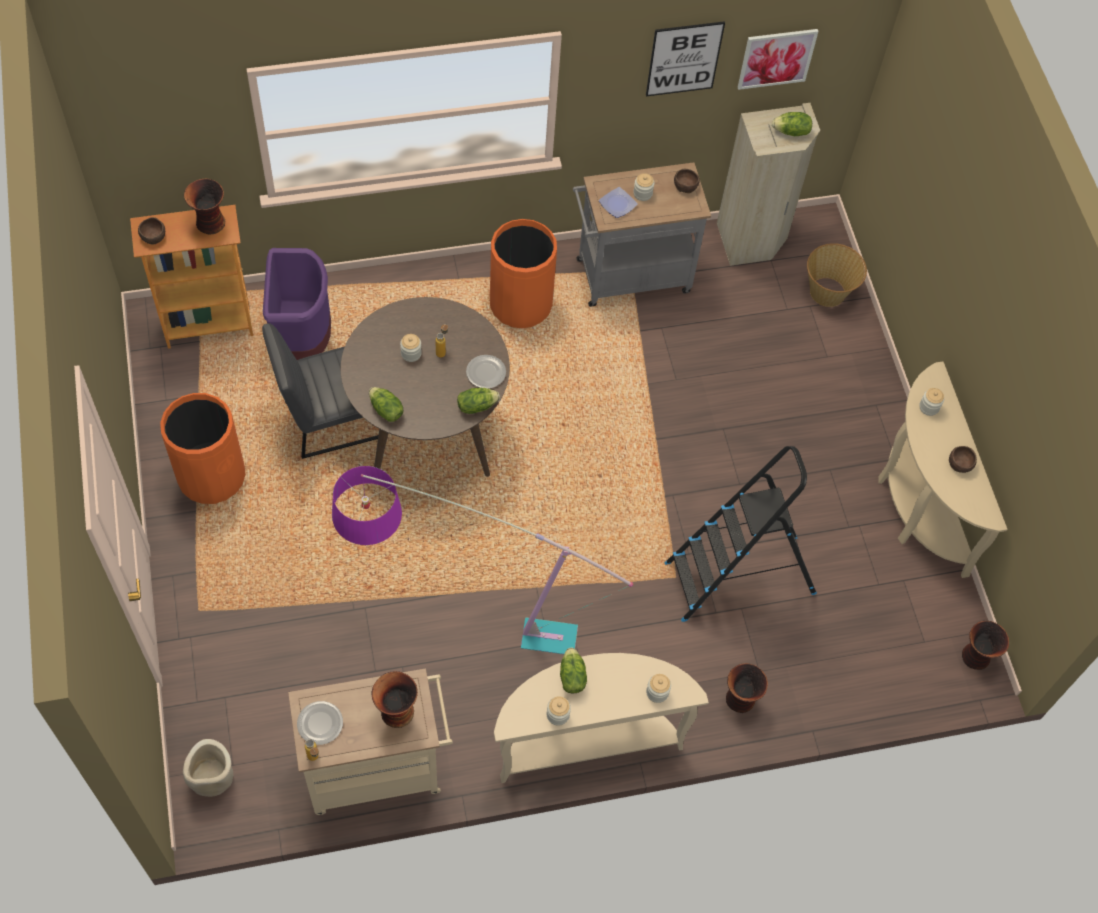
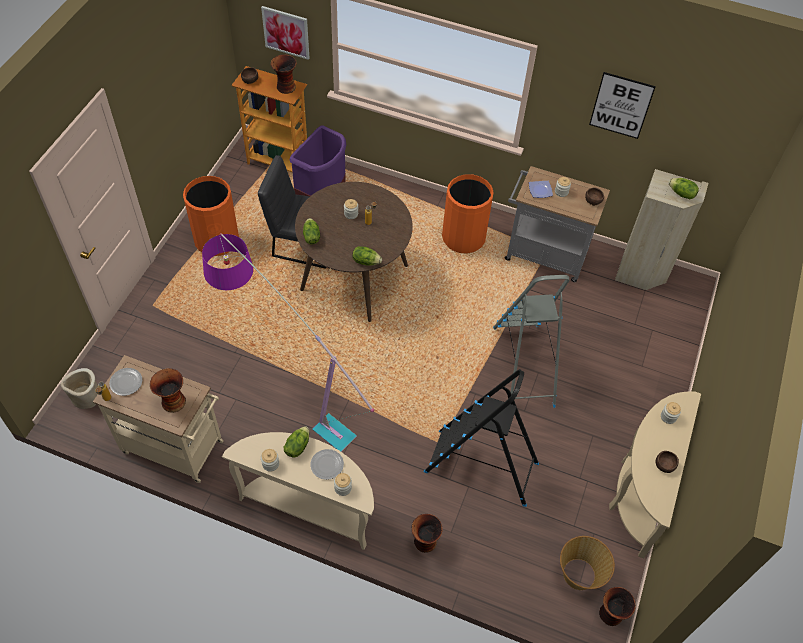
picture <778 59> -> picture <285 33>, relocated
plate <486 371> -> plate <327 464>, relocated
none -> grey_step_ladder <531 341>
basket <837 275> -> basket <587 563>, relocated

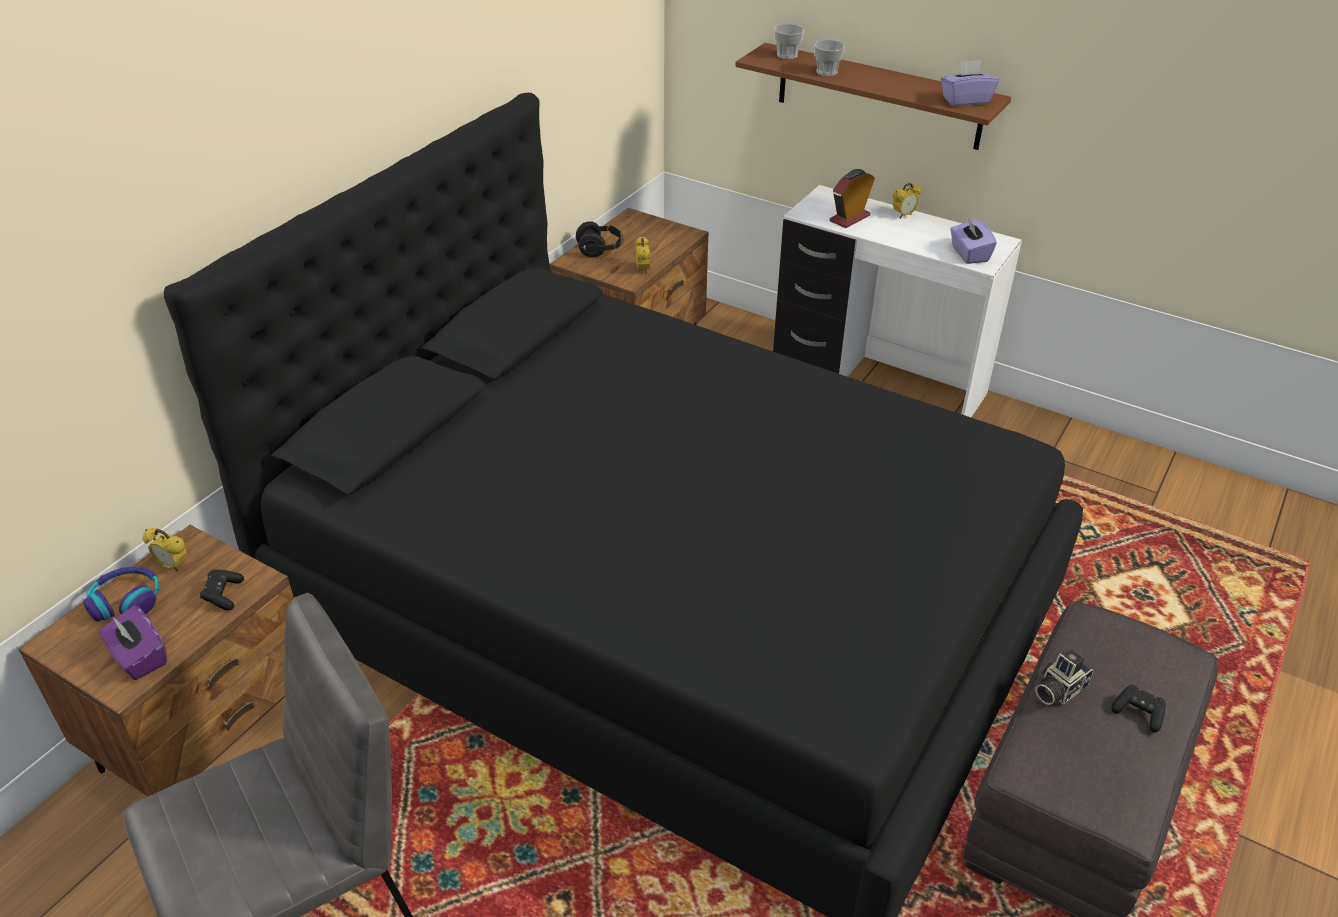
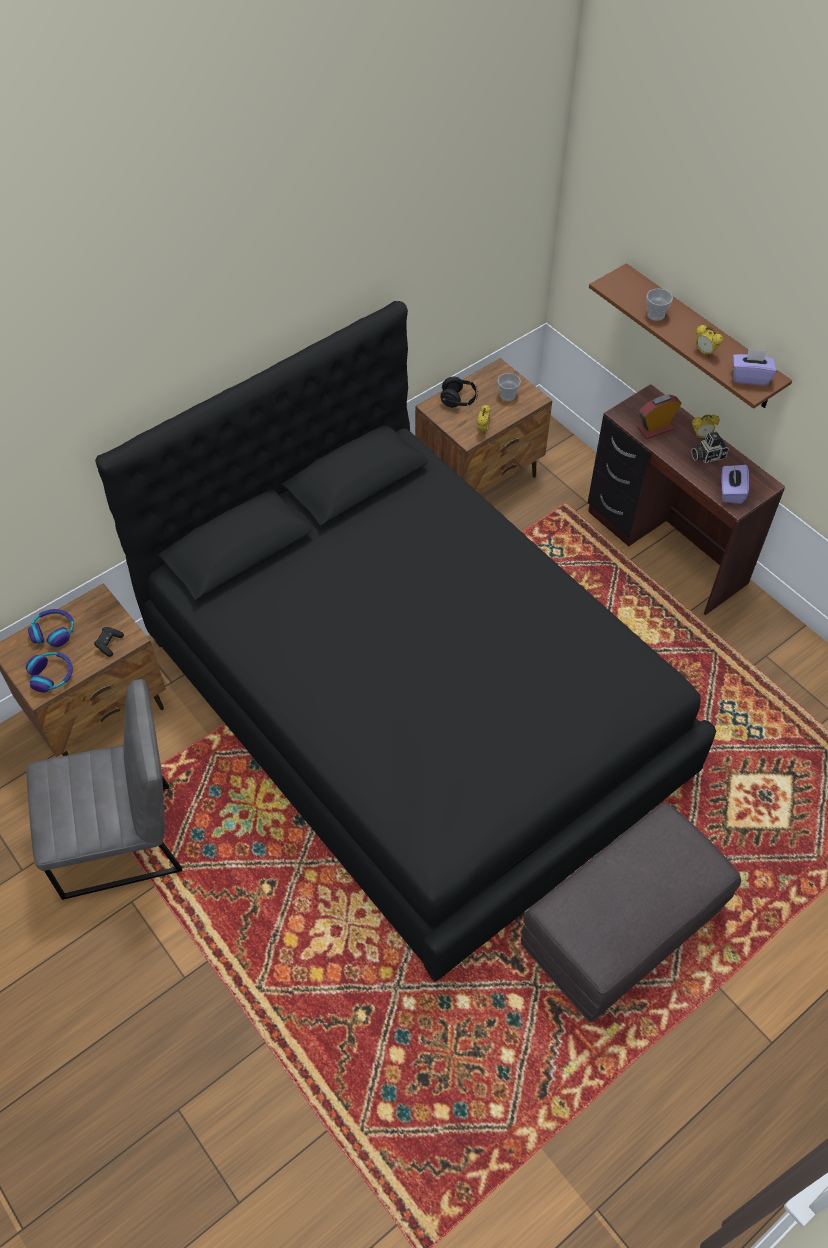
purple_tissue_box <133 642> -> headphones <49 672>
cup <789 41> -> cup <509 387>, relocated
white_desk <897 301> -> brown_desk <686 499>
photo_camera <1064 677> -> photo_camera <710 447>, relocated
alarm_clock <165 550> -> alarm_clock <709 341>, relocated
black_game_controller <1138 708> -> none

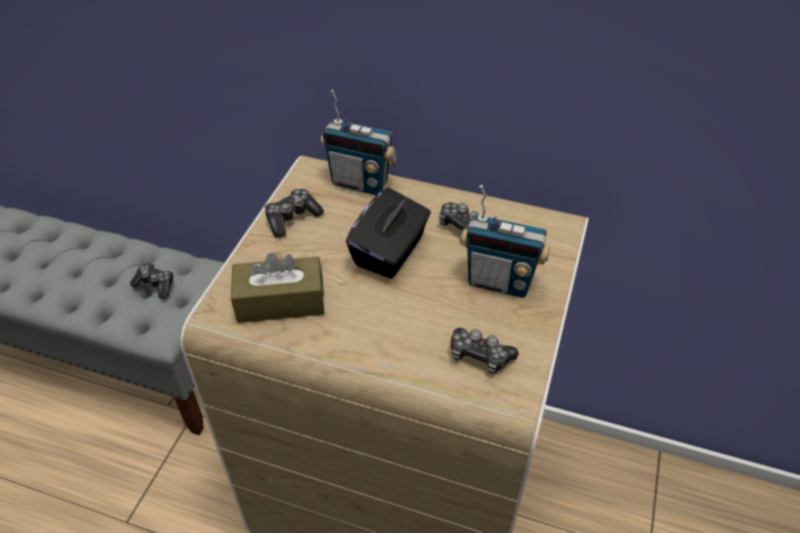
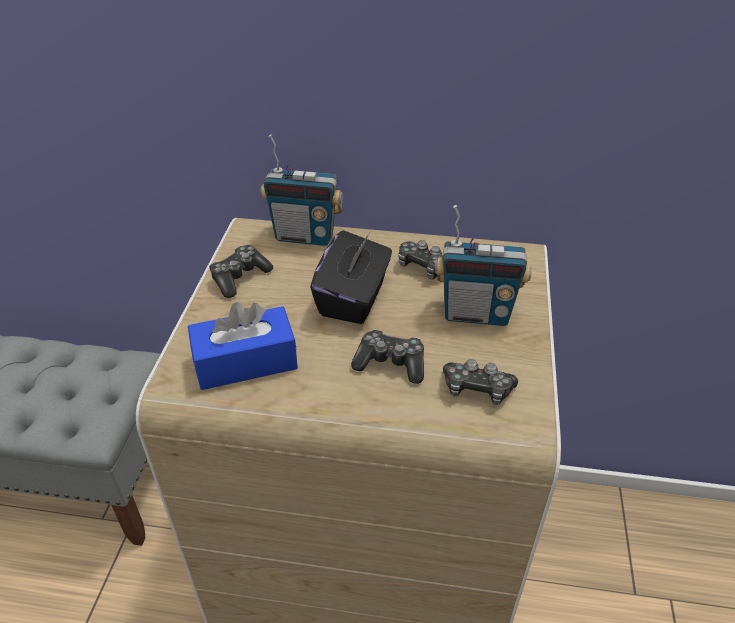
brown_tissue_box <278 288> -> blue_tissue_box <243 346>
game_controller <151 281> -> game_controller <387 356>, relocated

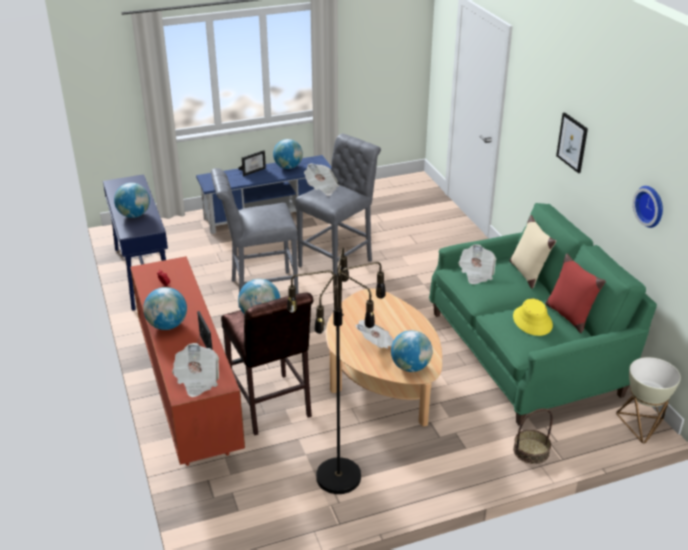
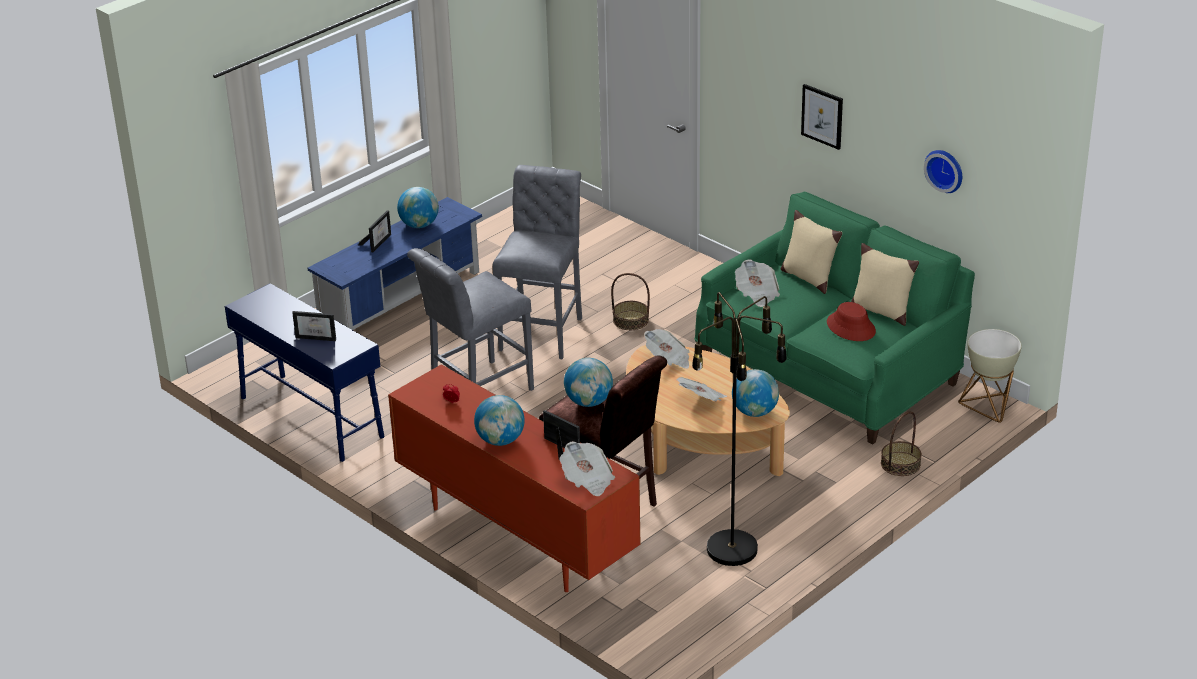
globe <132 200> -> picture_frame <314 326>
none -> basket <630 301>
newspaper <322 179> -> newspaper <667 349>, relocated
yellow_hat <533 317> -> red_hat <851 321>
red_pillow <575 293> -> beige_pillow <885 284>

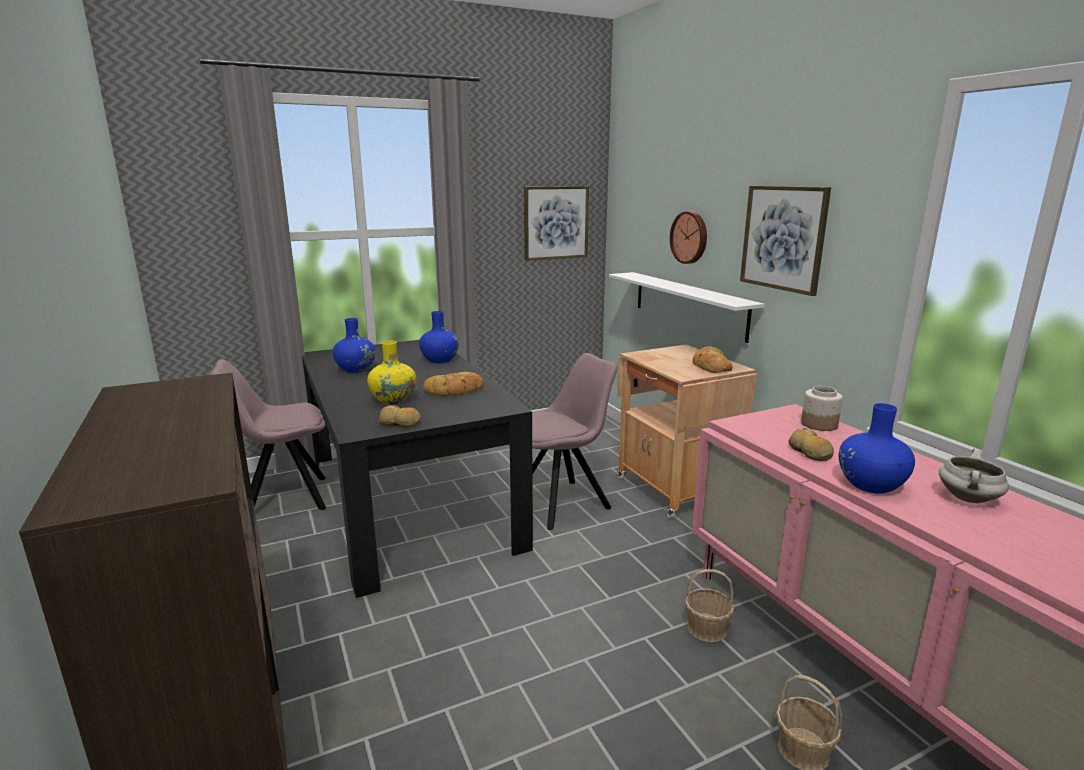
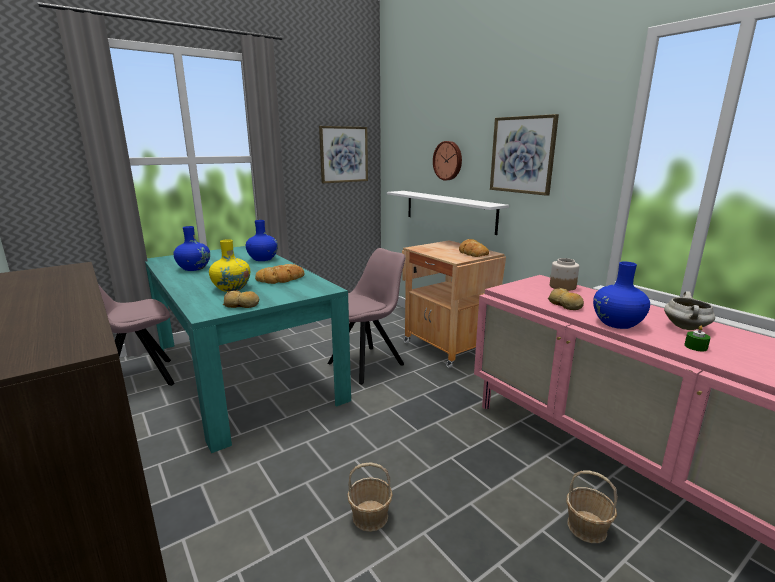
black_dining_table <417 469> -> turquoise_dining_table <248 349>
basket <709 605> -> basket <370 497>, relocated
none -> green_candle <697 338>

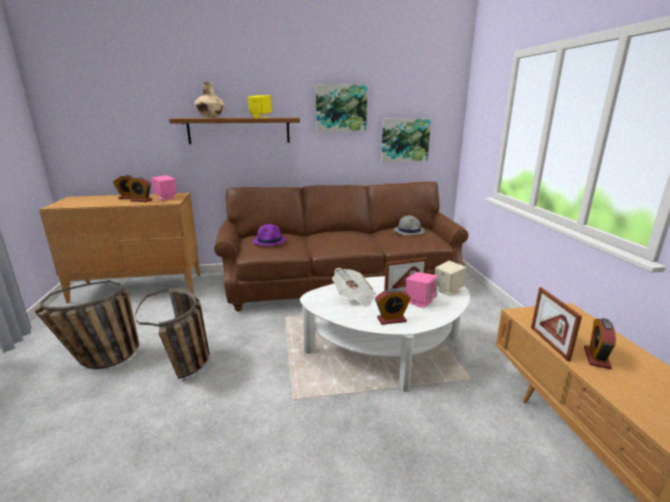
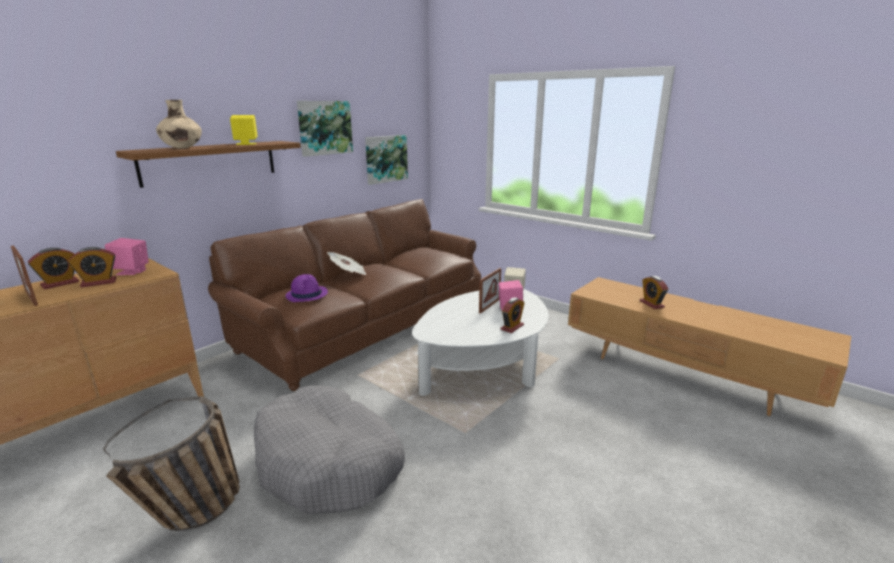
picture_frame <556 324> -> picture_frame <24 276>, relocated
basket <172 333> -> grey_dog_bed <329 450>
newspaper <354 287> -> newspaper <346 263>, relocated
grey_hat <409 225> -> none

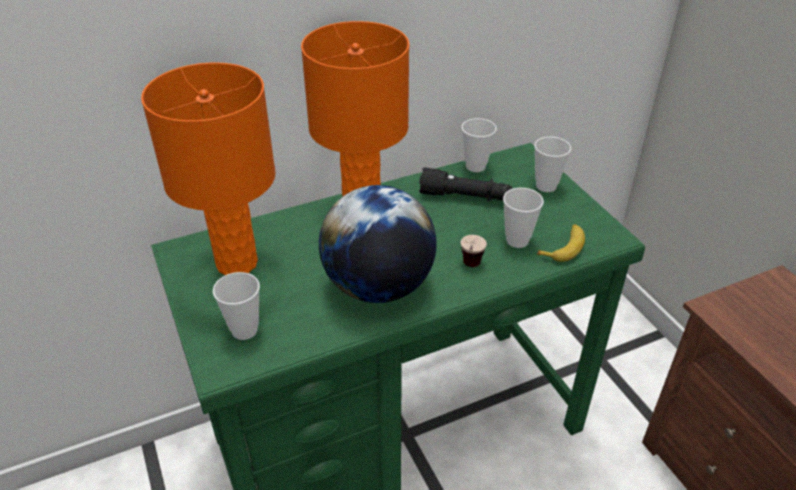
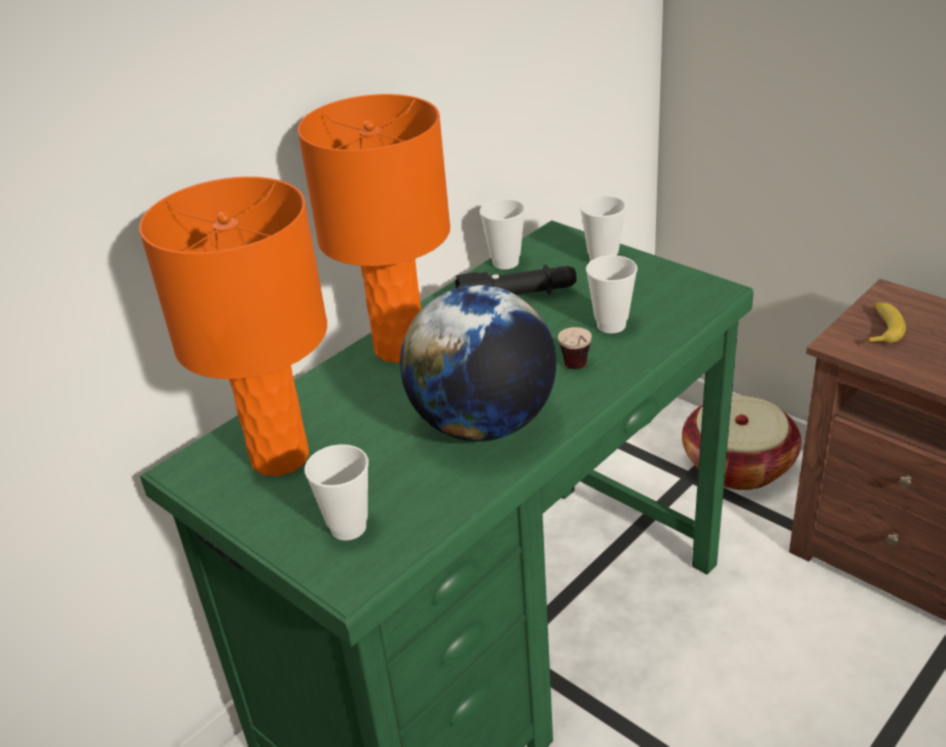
none -> basket <741 443>
banana <561 243> -> banana <886 323>, relocated

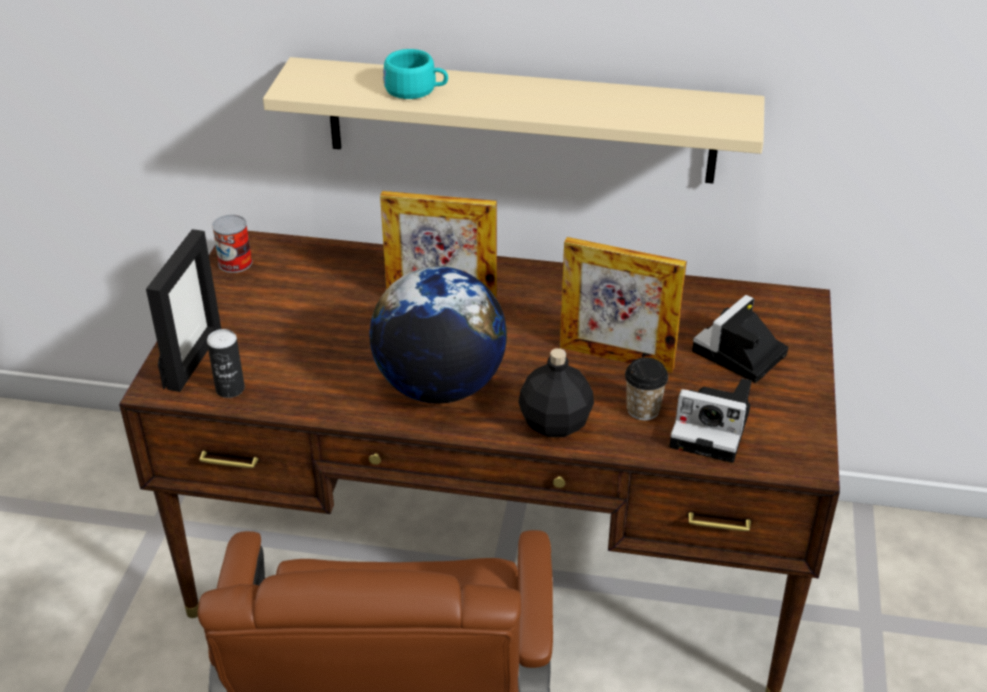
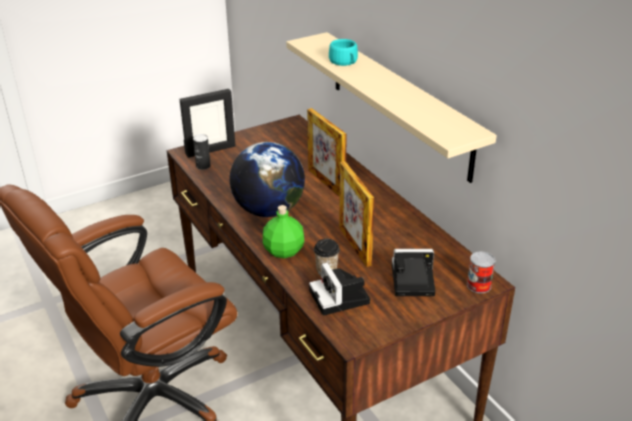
black_bottle <556 392> -> green_bottle <283 231>
can <232 244> -> can <481 272>, relocated

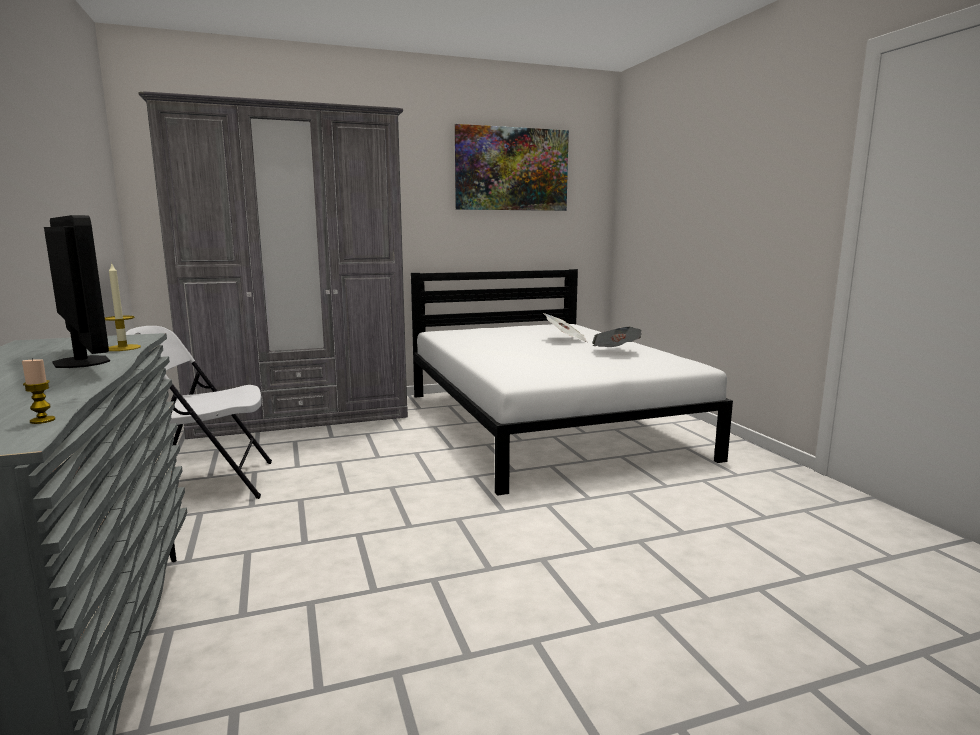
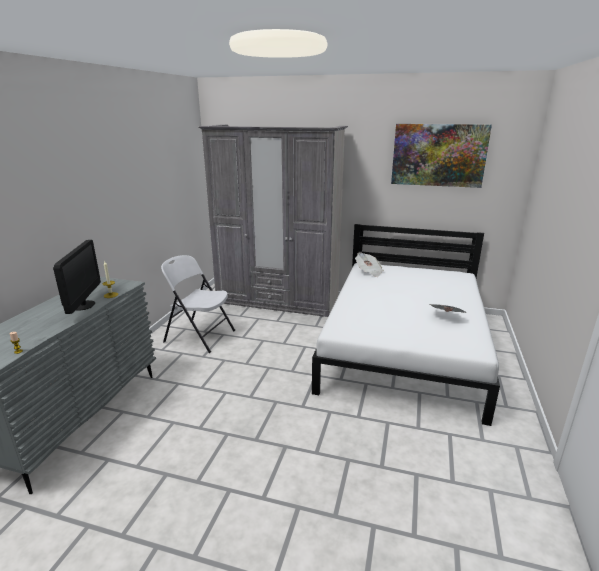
newspaper <566 328> -> newspaper <369 264>, relocated

